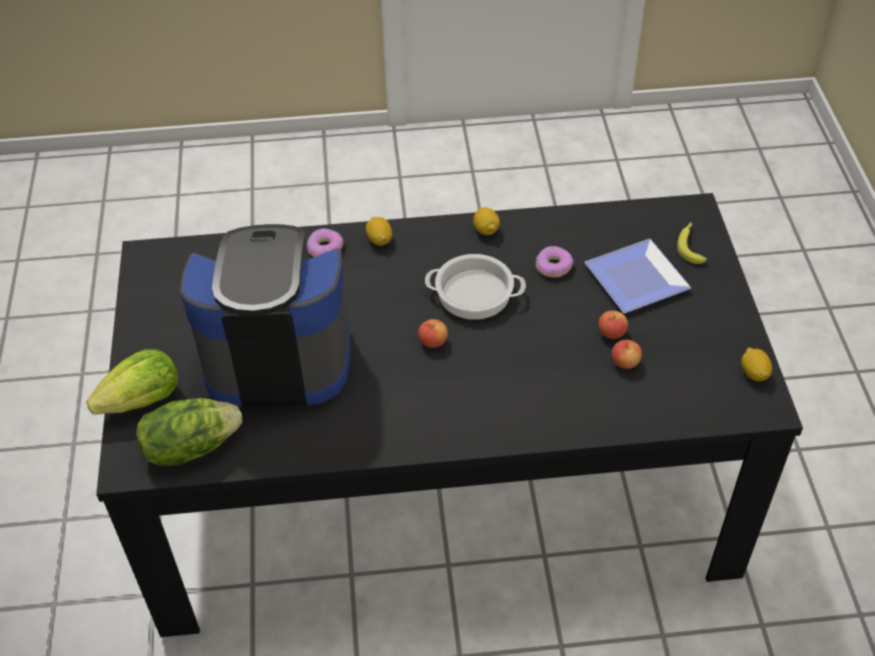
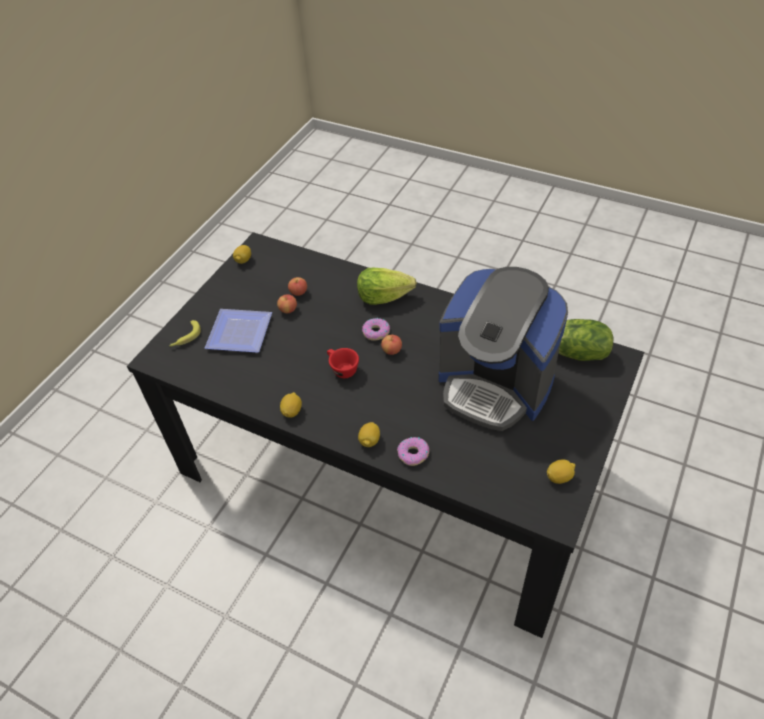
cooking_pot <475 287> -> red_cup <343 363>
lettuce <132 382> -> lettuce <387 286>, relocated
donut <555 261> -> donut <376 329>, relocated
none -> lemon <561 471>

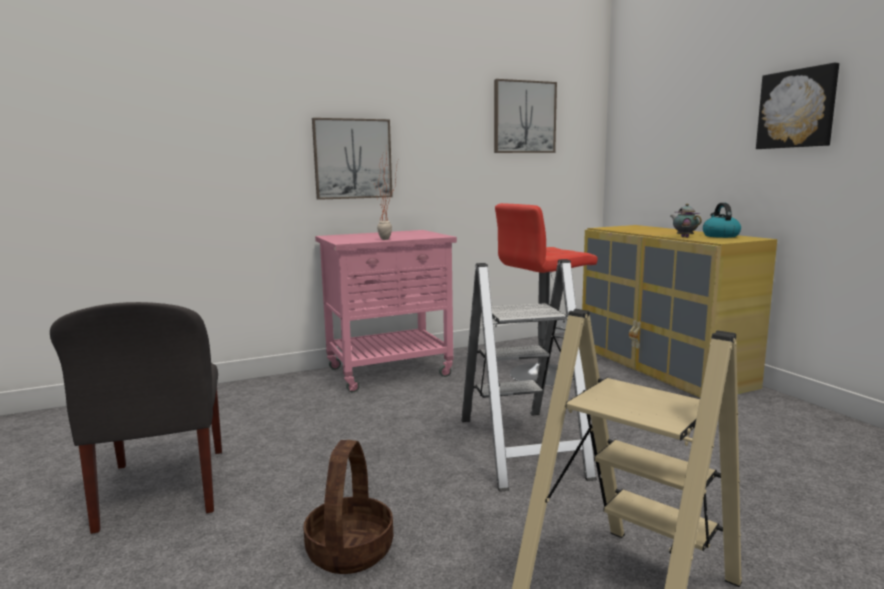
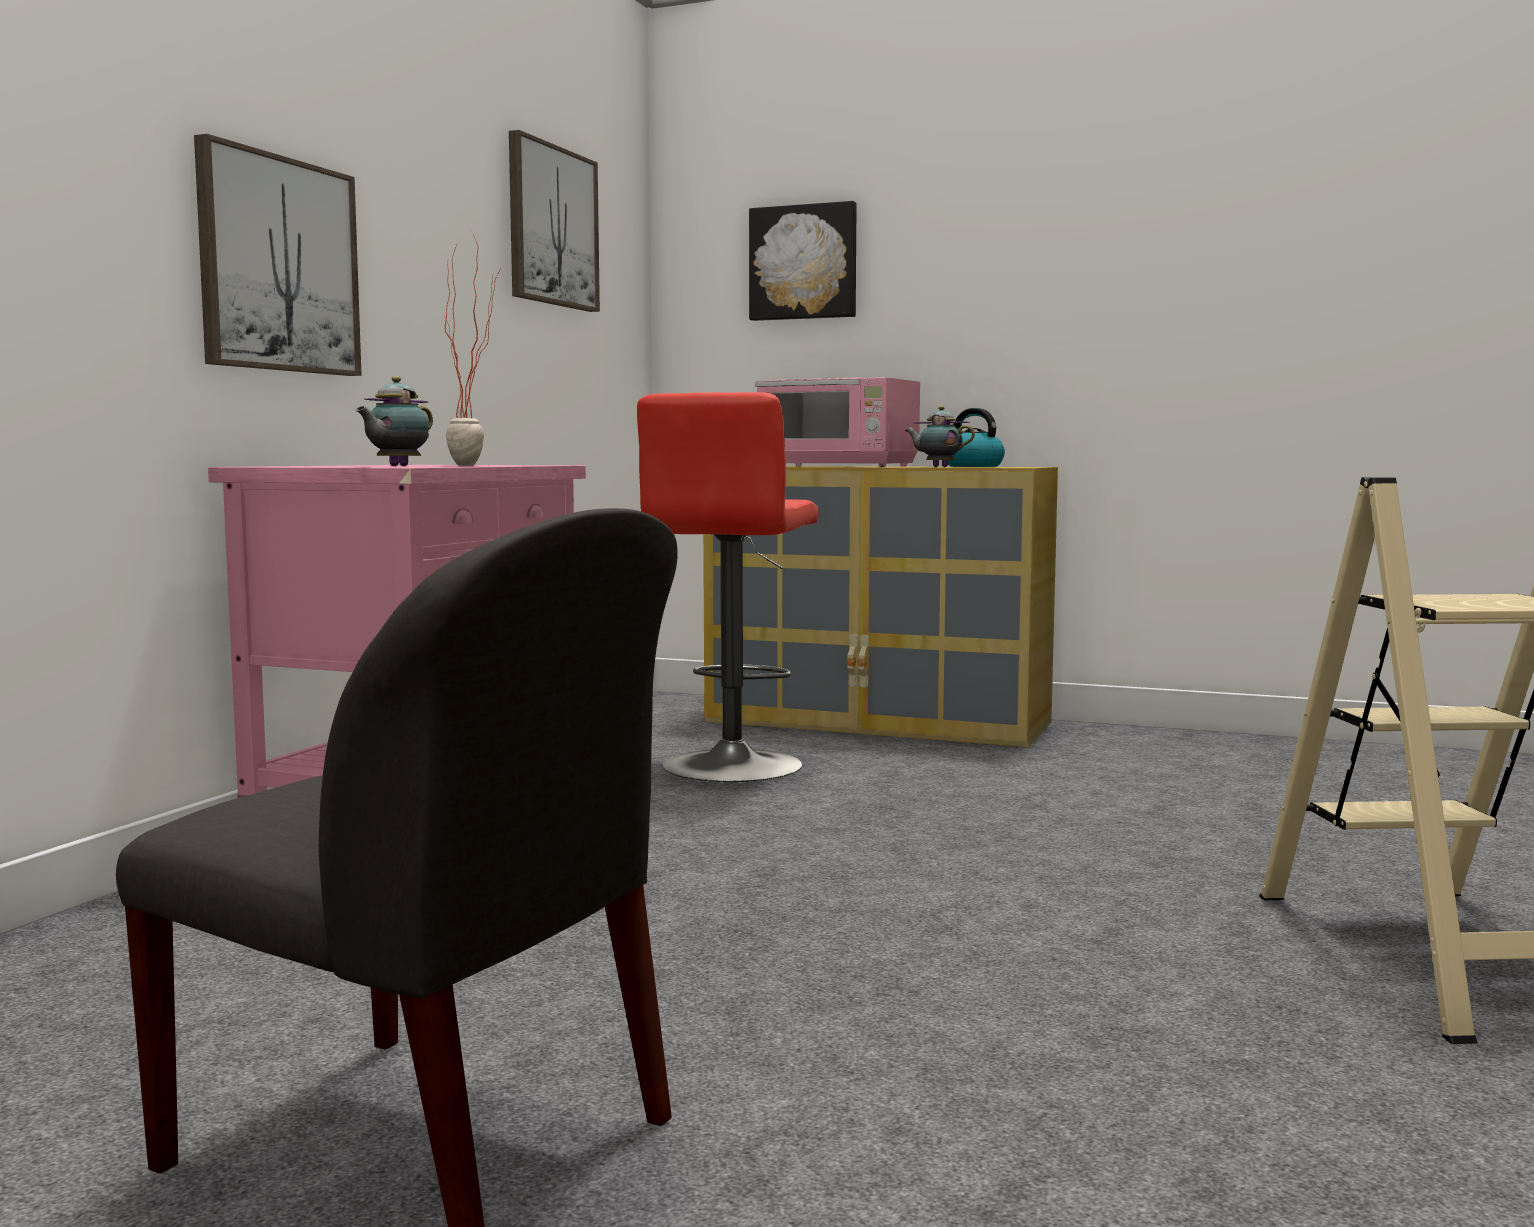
none -> teapot <394 421>
picture <797 106> -> picture <803 261>, relocated
none -> pink_microwave <838 422>
basket <348 507> -> none
grey_step_ladder <529 375> -> none

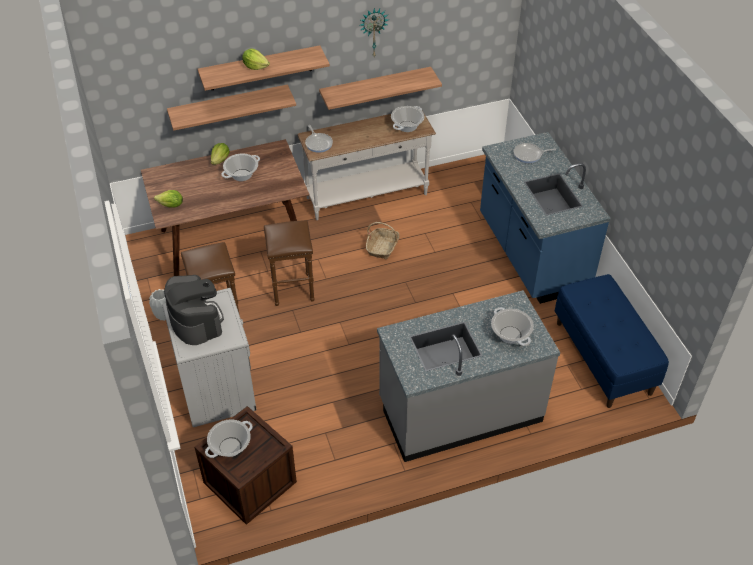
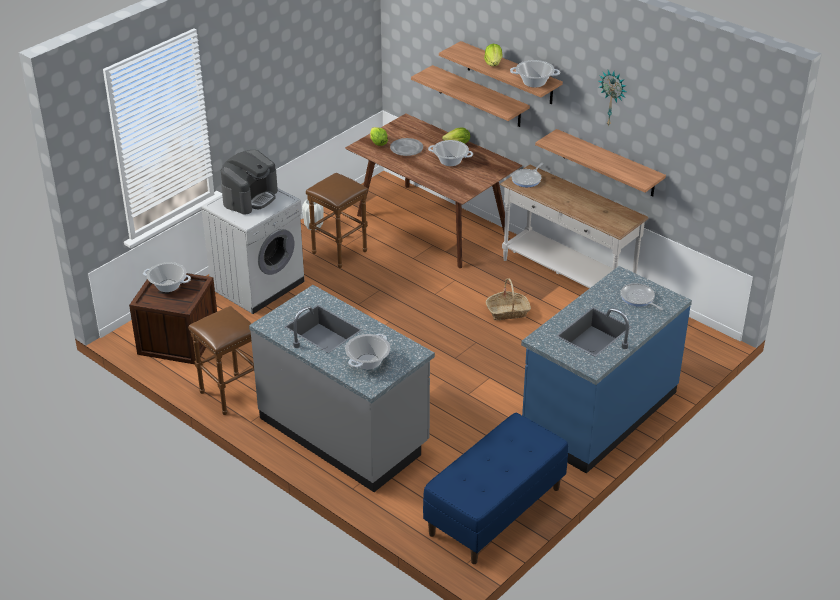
brown_stool <289 263> -> brown_stool <222 360>, relocated
none -> grey_plate <406 147>
cooking_pot <408 119> -> cooking_pot <535 74>, relocated

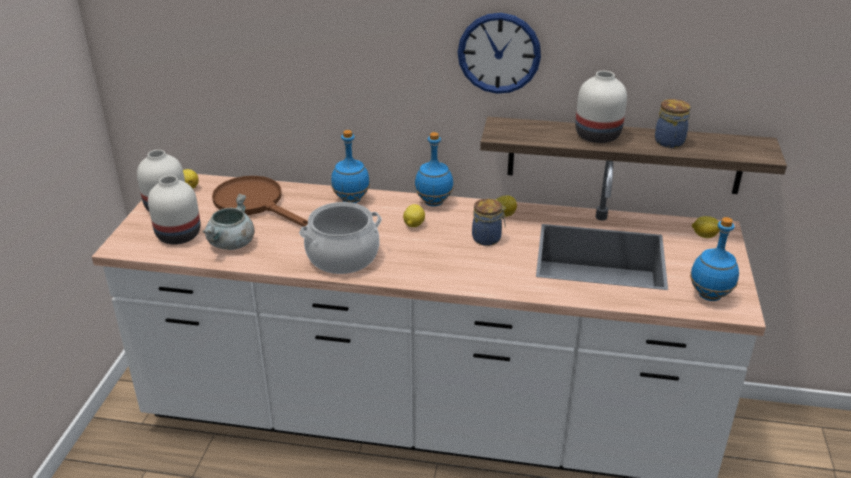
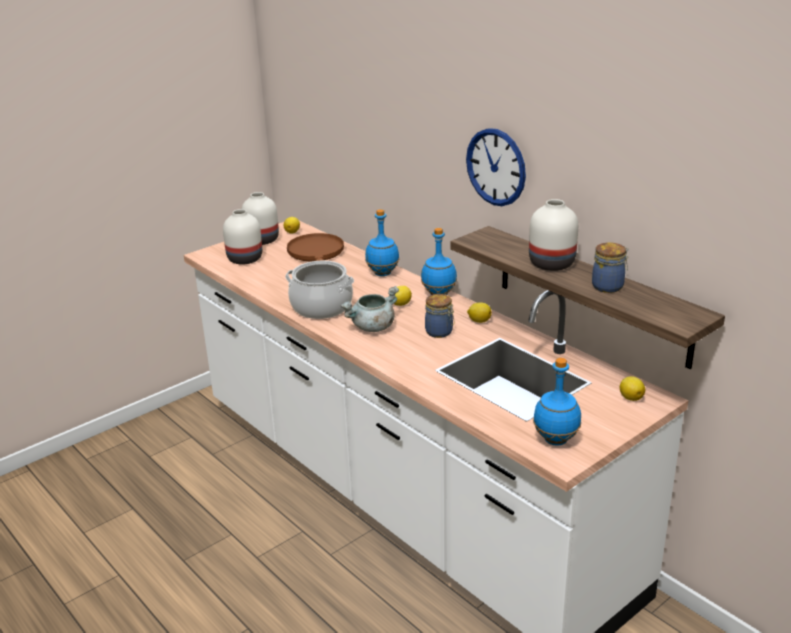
grey_cooking_pot <228 222> -> grey_cooking_pot <369 309>, relocated

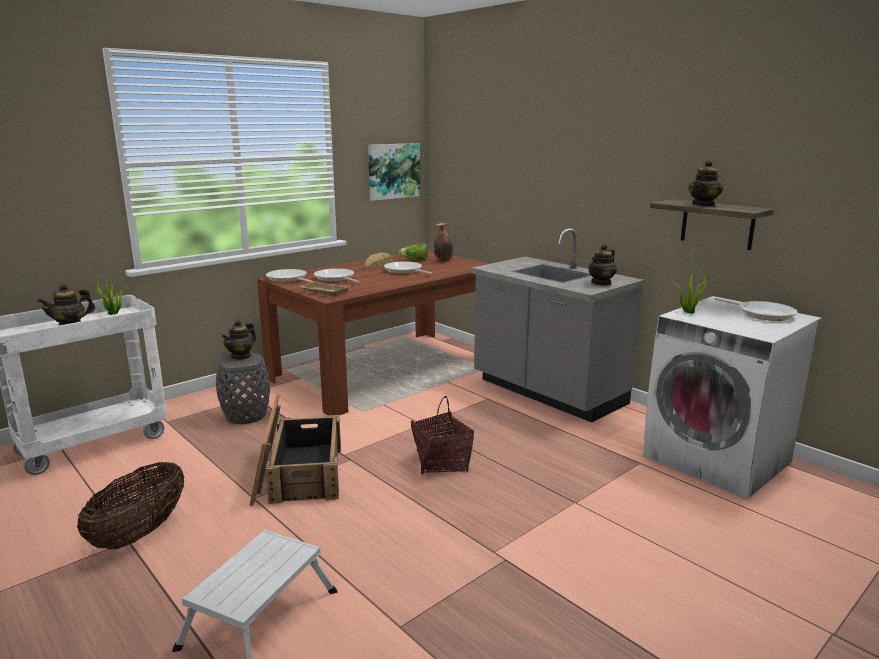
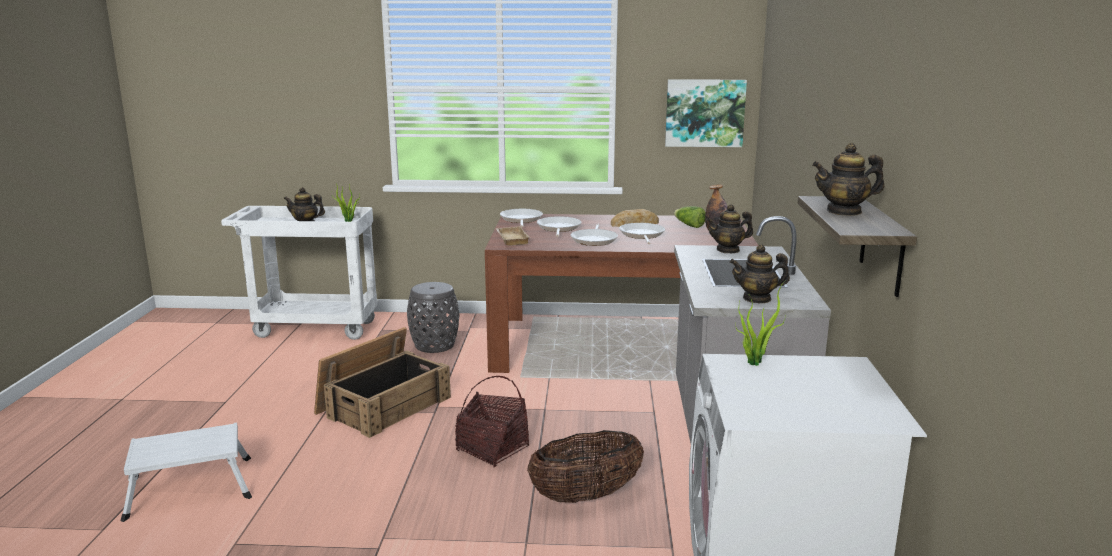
basket <130 505> -> basket <585 466>, relocated
frying_pan <756 309> -> frying_pan <594 235>, relocated
teapot <238 339> -> teapot <729 228>, relocated

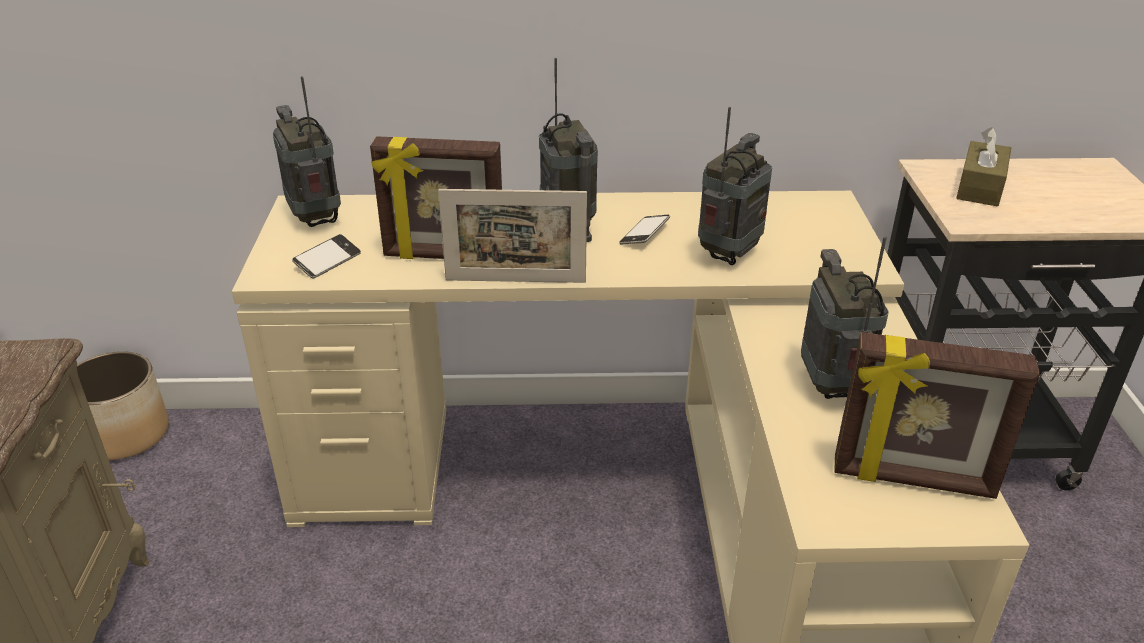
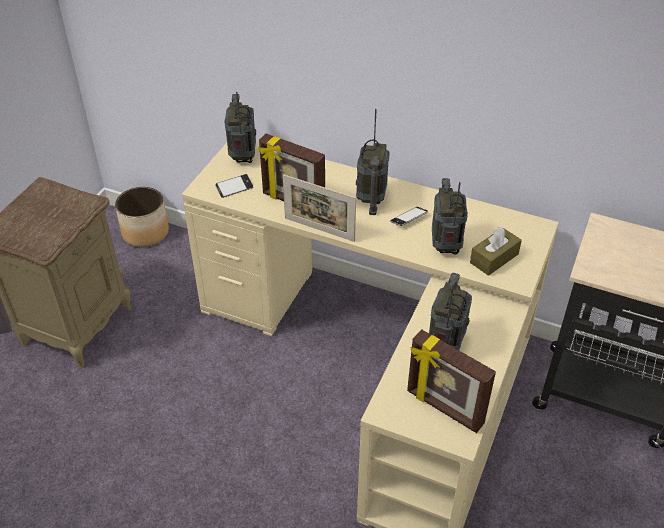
radio <735 186> -> radio <450 216>, 60 degrees counterclockwise
brown_tissue_box <983 167> -> brown_tissue_box <496 251>, relocated

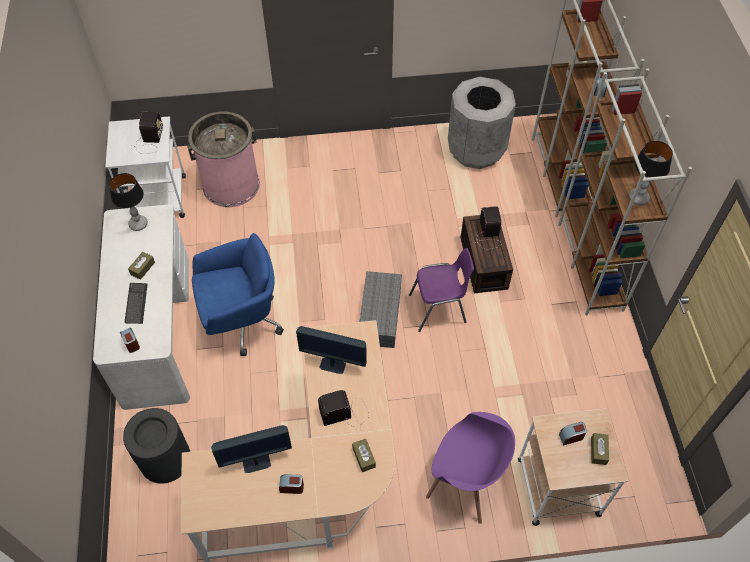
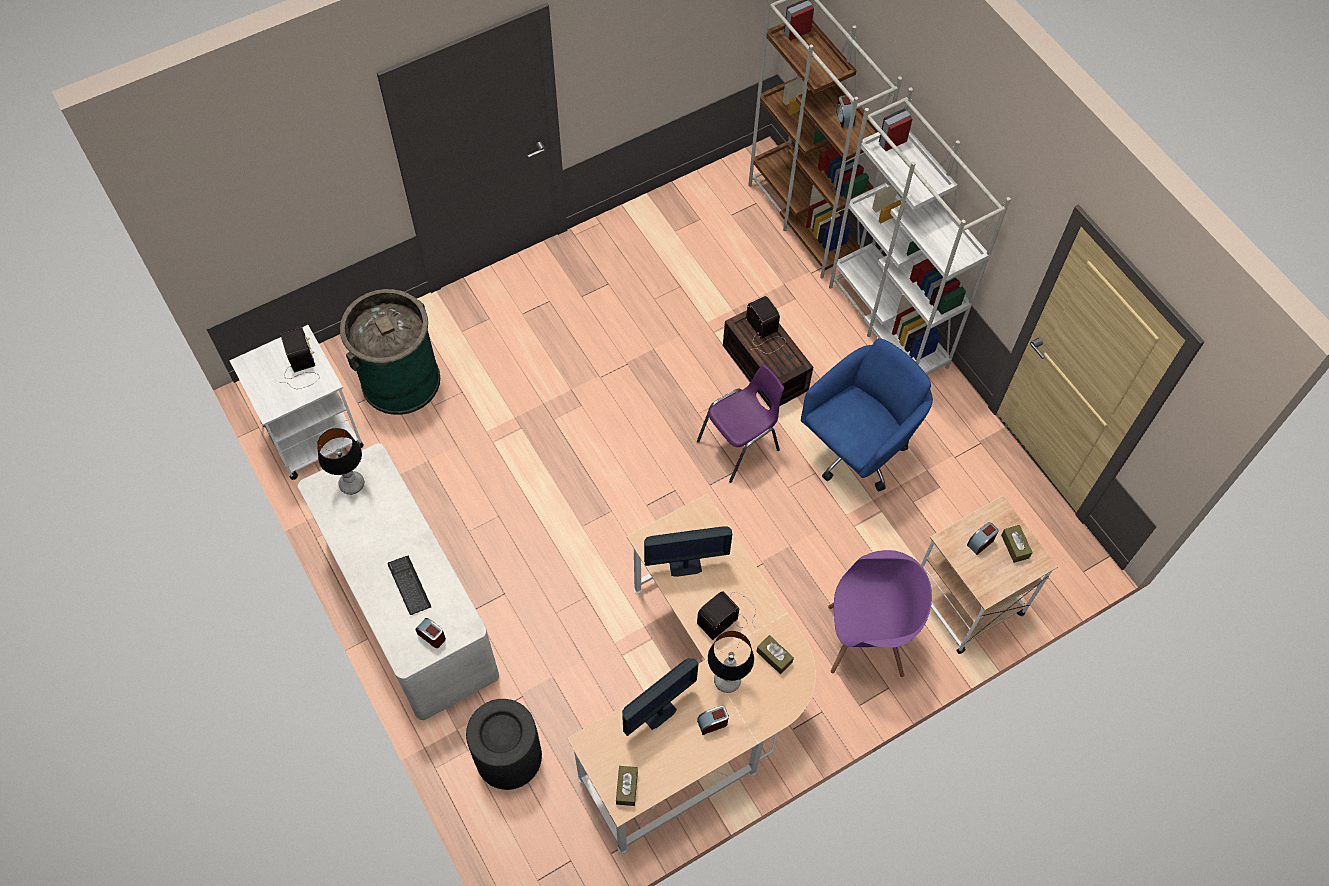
pink_trash_can <223 159> -> green_trash_can <390 352>
brown_tissue_box <141 266> -> brown_tissue_box <627 786>, relocated
table_lamp <651 173> -> table_lamp <731 662>, relocated
blue_office_chair <238 294> -> blue_office_chair <867 415>, relocated
brown_bookcase <625 191> -> white_bookcase <920 231>
grey_storage_box <381 309> -> none
grey_trash_can <482 123> -> none

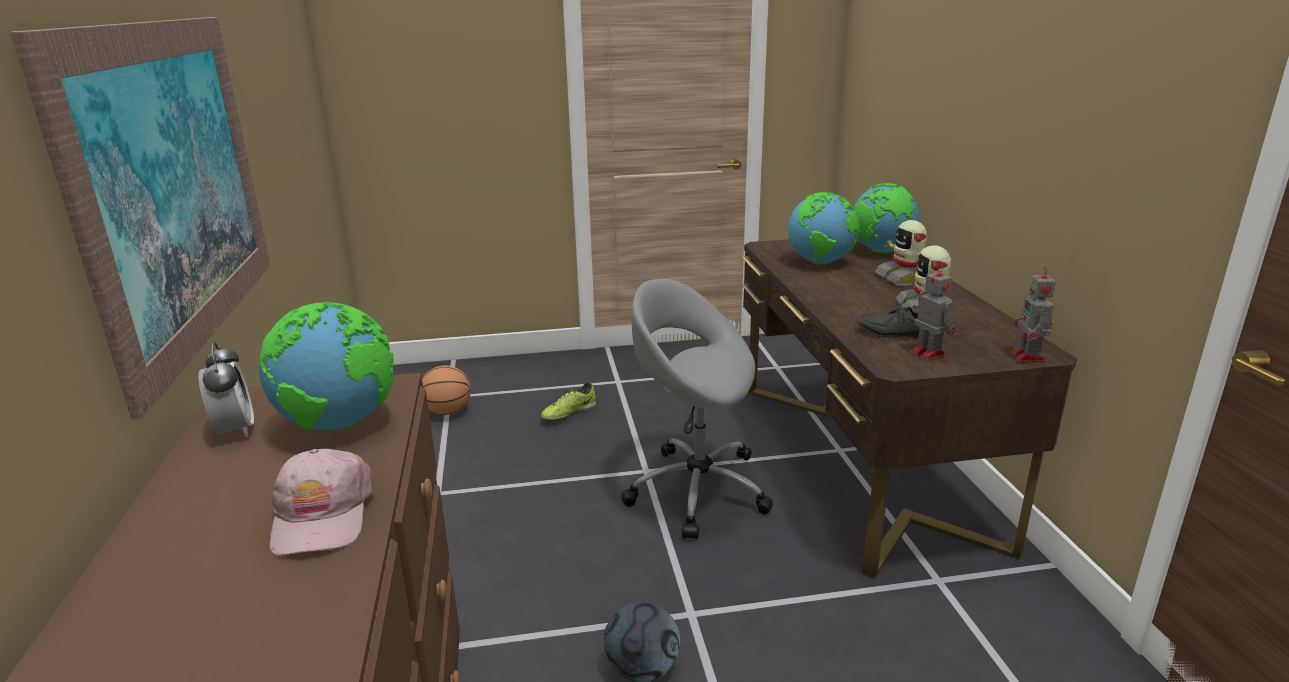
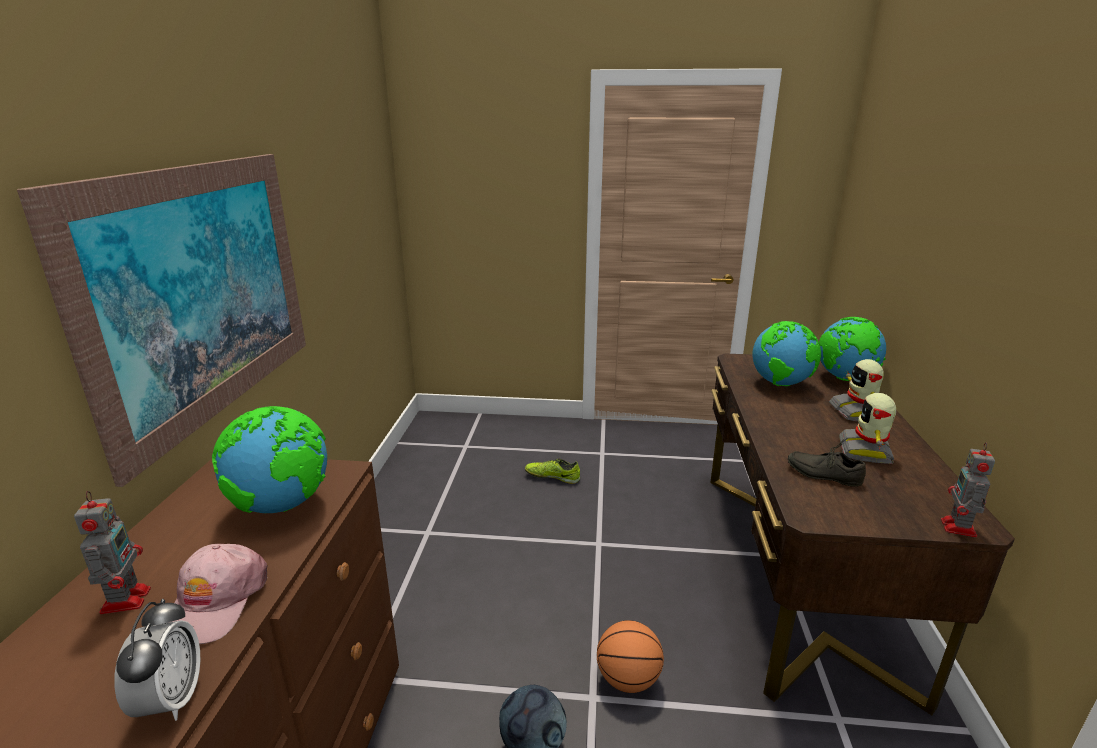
toy_robot <933 312> -> toy_robot <112 552>, relocated
alarm_clock <226 389> -> alarm_clock <157 660>, relocated
shoe <568 401> -> shoe <552 471>, 45 degrees clockwise
basketball <446 390> -> basketball <630 656>, relocated
grey_office_chair <697 409> -> none

